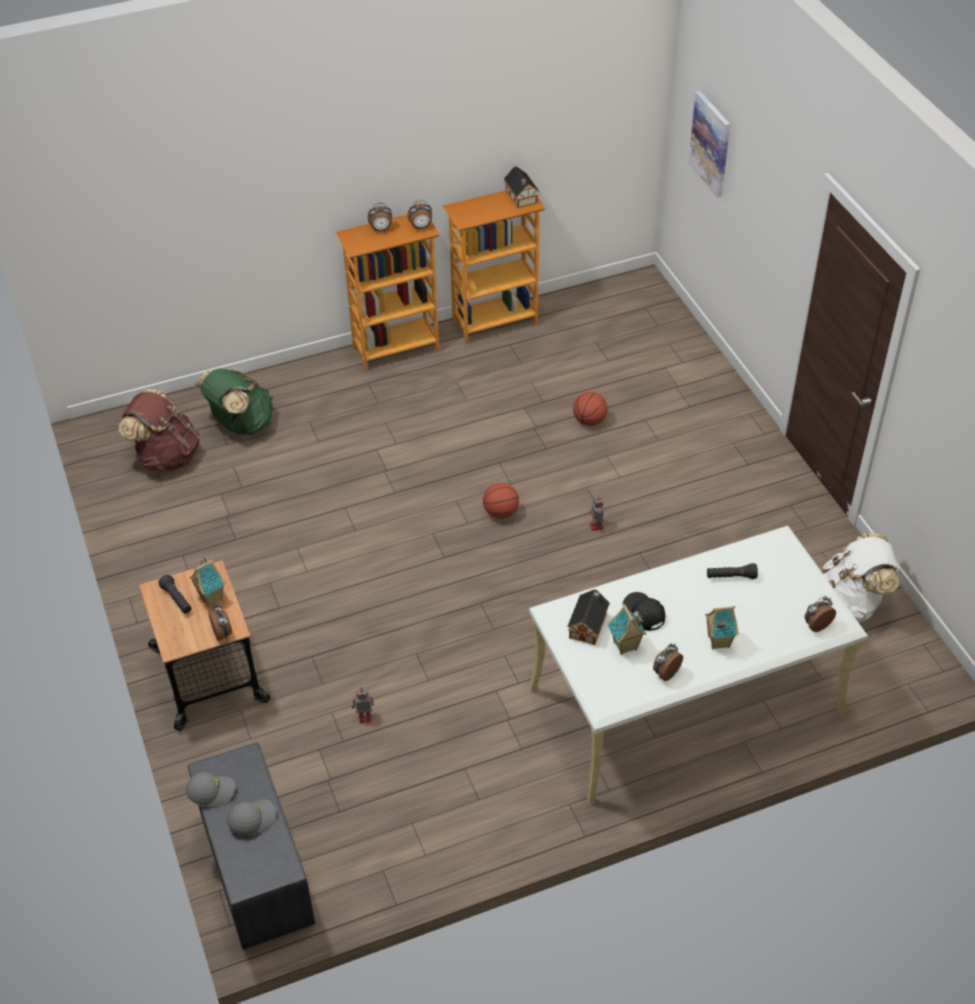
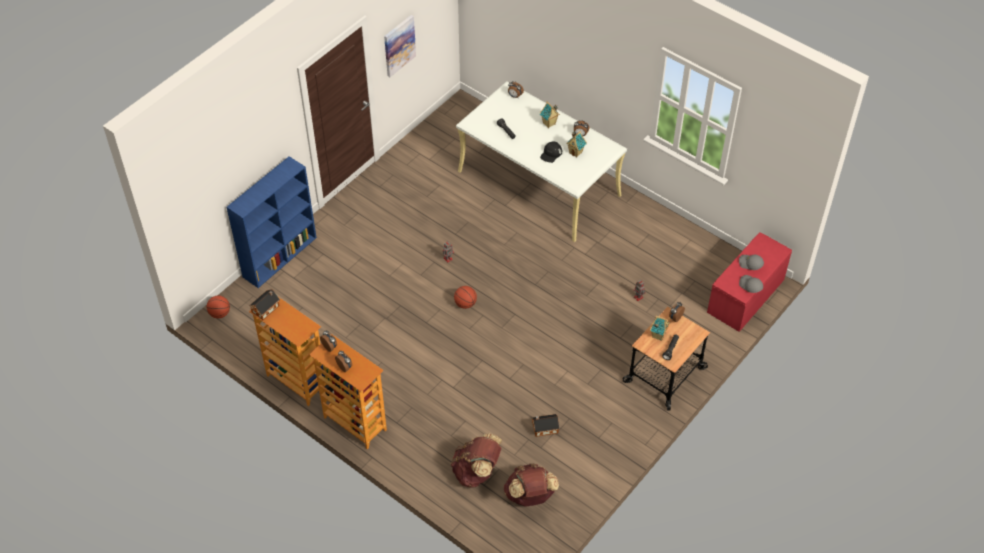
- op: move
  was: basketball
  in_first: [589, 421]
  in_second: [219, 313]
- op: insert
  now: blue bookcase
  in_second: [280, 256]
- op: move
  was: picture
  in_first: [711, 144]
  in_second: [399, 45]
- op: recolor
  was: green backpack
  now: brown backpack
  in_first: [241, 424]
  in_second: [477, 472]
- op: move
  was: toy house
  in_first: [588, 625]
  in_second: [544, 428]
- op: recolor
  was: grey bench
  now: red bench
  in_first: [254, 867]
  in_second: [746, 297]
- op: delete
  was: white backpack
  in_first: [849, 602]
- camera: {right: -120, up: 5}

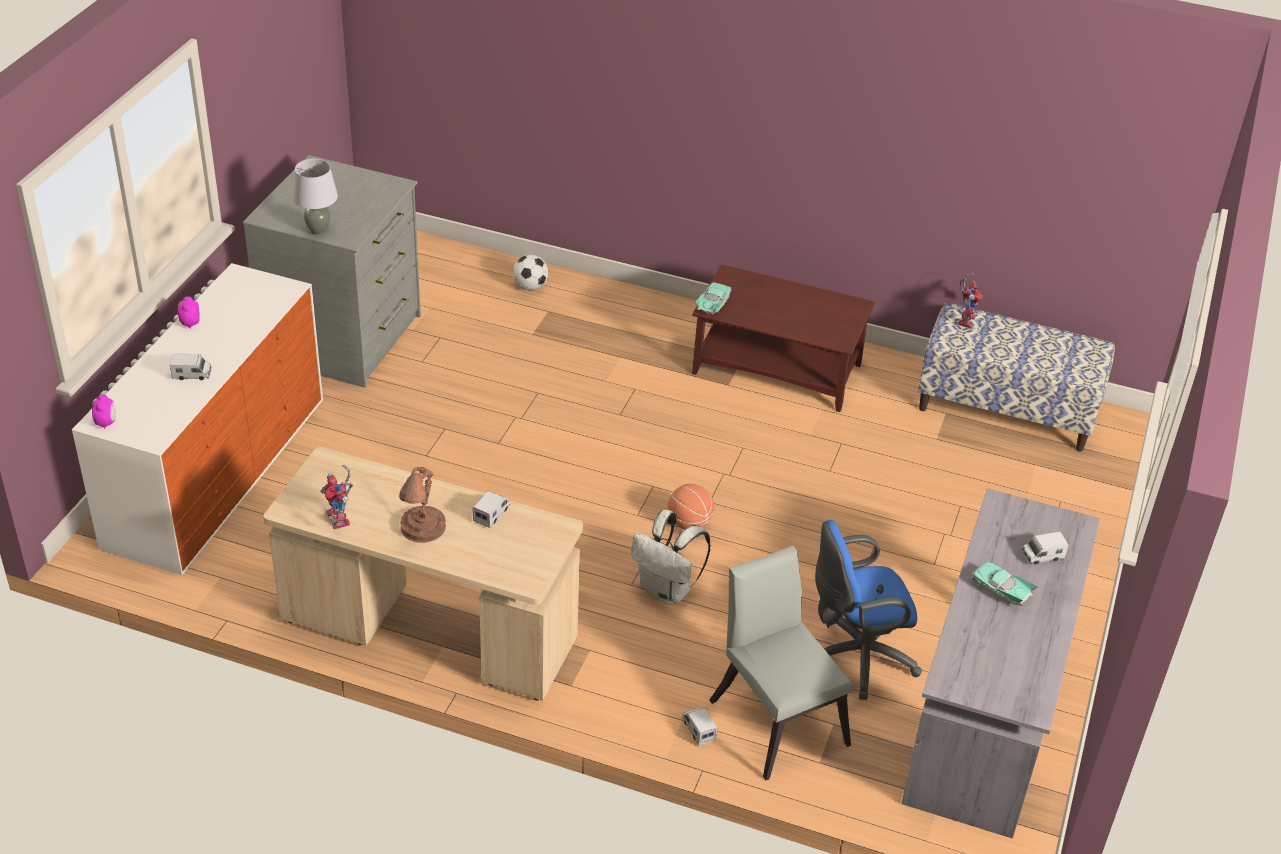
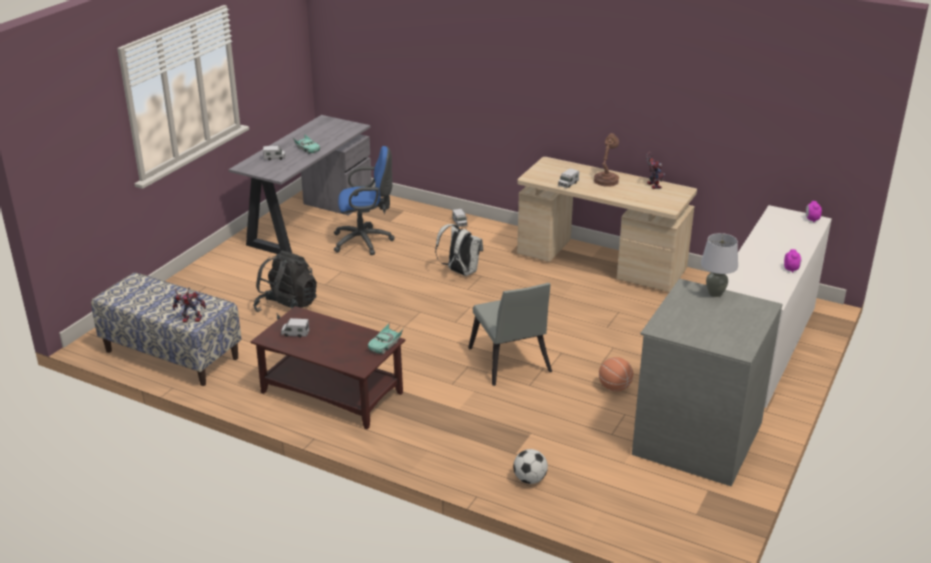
- op: rotate
  was: toy robot
  in_first: [965, 319]
  in_second: [190, 320]
  clockwise: 60
- op: insert
  now: black backpack
  in_second: [287, 308]
- op: move
  was: toy truck
  in_first: [192, 374]
  in_second: [295, 333]
- op: move
  was: grey chair
  in_first: [776, 715]
  in_second: [510, 364]
- op: move
  was: basketball
  in_first: [689, 523]
  in_second: [614, 387]
- camera: {right: -170, up: -10}

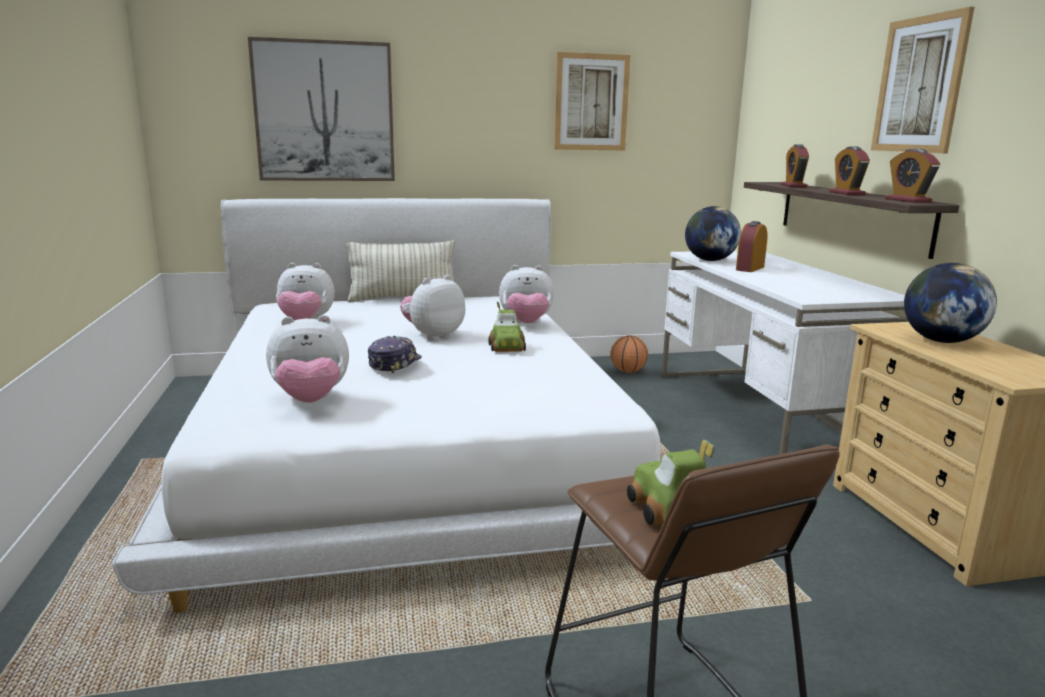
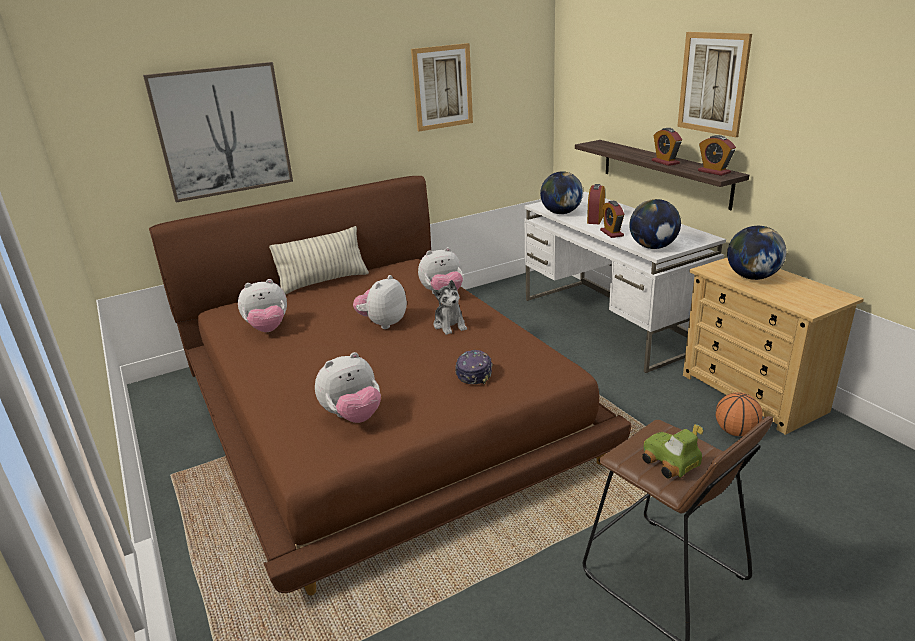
- op: recolor
  was: white bed
  now: brown bed
  in_first: [410, 444]
  in_second: [378, 408]
- op: replace
  was: toy car
  now: plush toy
  in_first: [508, 348]
  in_second: [450, 325]
- op: move
  was: cap
  in_first: [394, 363]
  in_second: [474, 373]
- op: move
  was: alarm clock
  in_first: [793, 186]
  in_second: [611, 233]
- op: insert
  now: globe
  in_second: [653, 247]
- op: move
  was: basketball
  in_first: [628, 371]
  in_second: [735, 432]
- camera: {right: -15, up: 10}

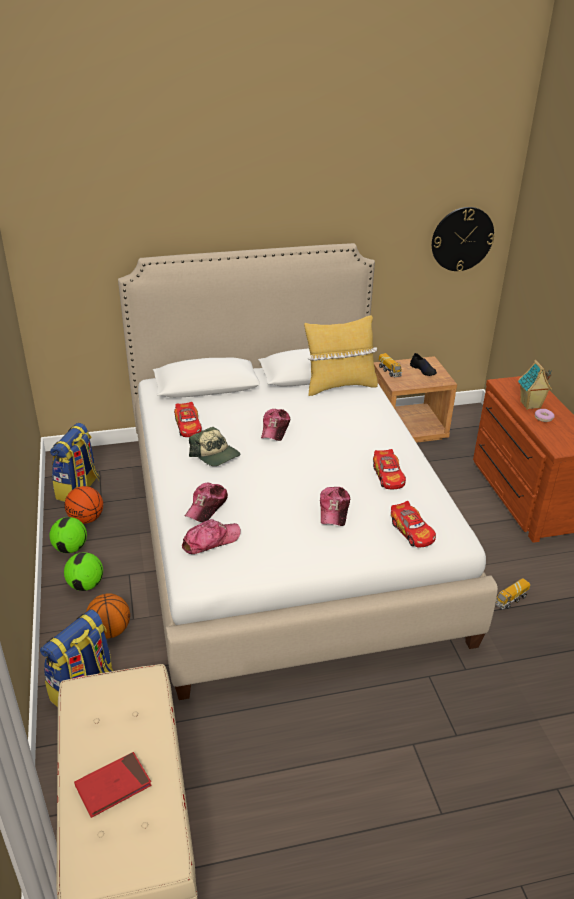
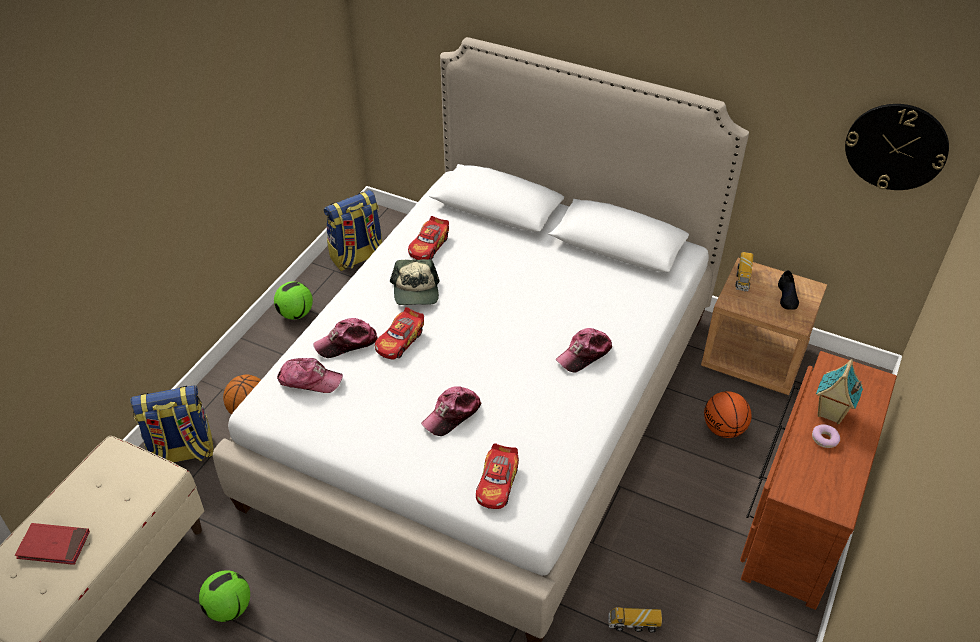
- op: move
  was: football
  in_first: [86, 585]
  in_second: [229, 608]
- op: move
  was: toy car
  in_first: [388, 476]
  in_second: [400, 341]
- op: move
  was: cap
  in_first: [275, 429]
  in_second: [584, 354]
- op: move
  was: basketball
  in_first: [86, 519]
  in_second: [724, 429]
- op: delete
  was: yellow pillow
  in_first: [339, 386]
- camera: {right: 40, up: 10}

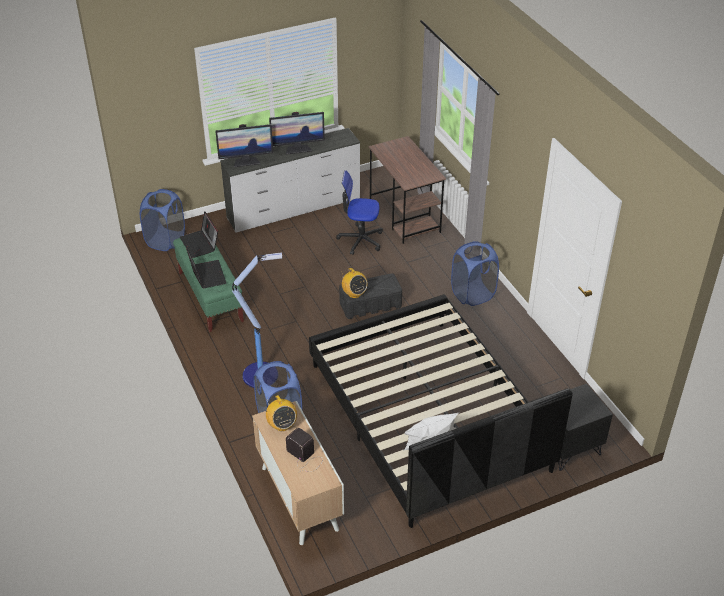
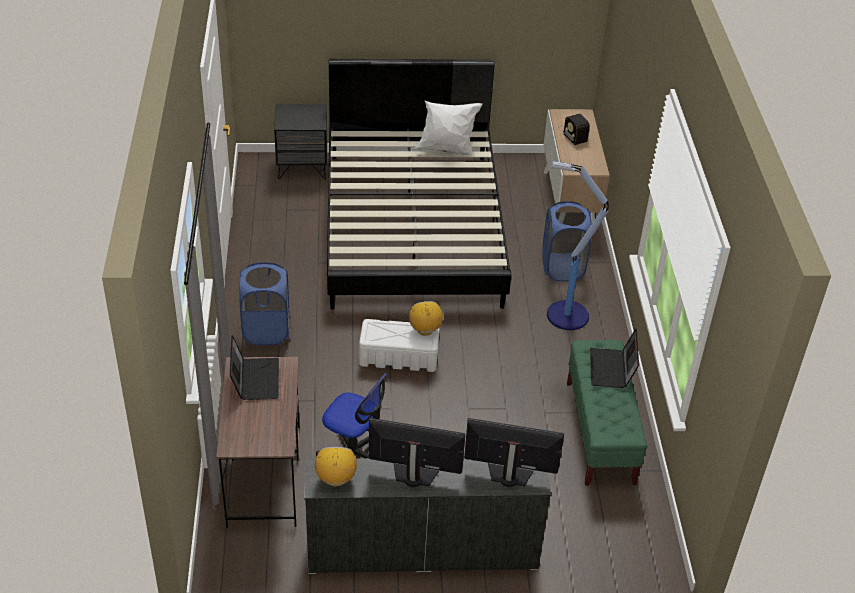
- op: move
  was: laptop
  in_first: [200, 244]
  in_second: [255, 379]
- op: move
  was: radio
  in_first: [282, 425]
  in_second: [336, 479]
- op: recolor
  was: black storage box
  now: white storage box
  in_first: [371, 304]
  in_second: [398, 356]
- op: delete
  was: blue laundry basket
  in_first: [165, 240]
- camera: {right: -160, up: 0}

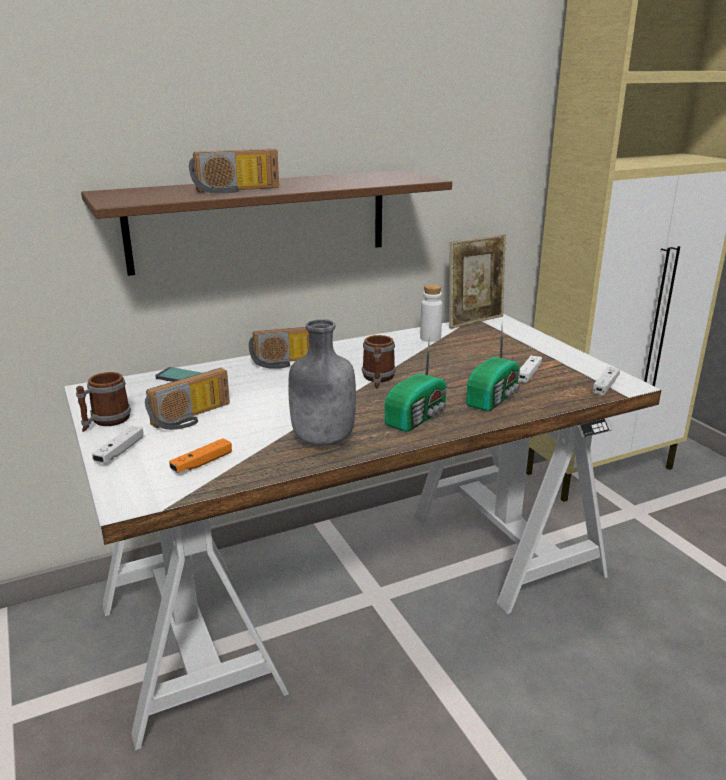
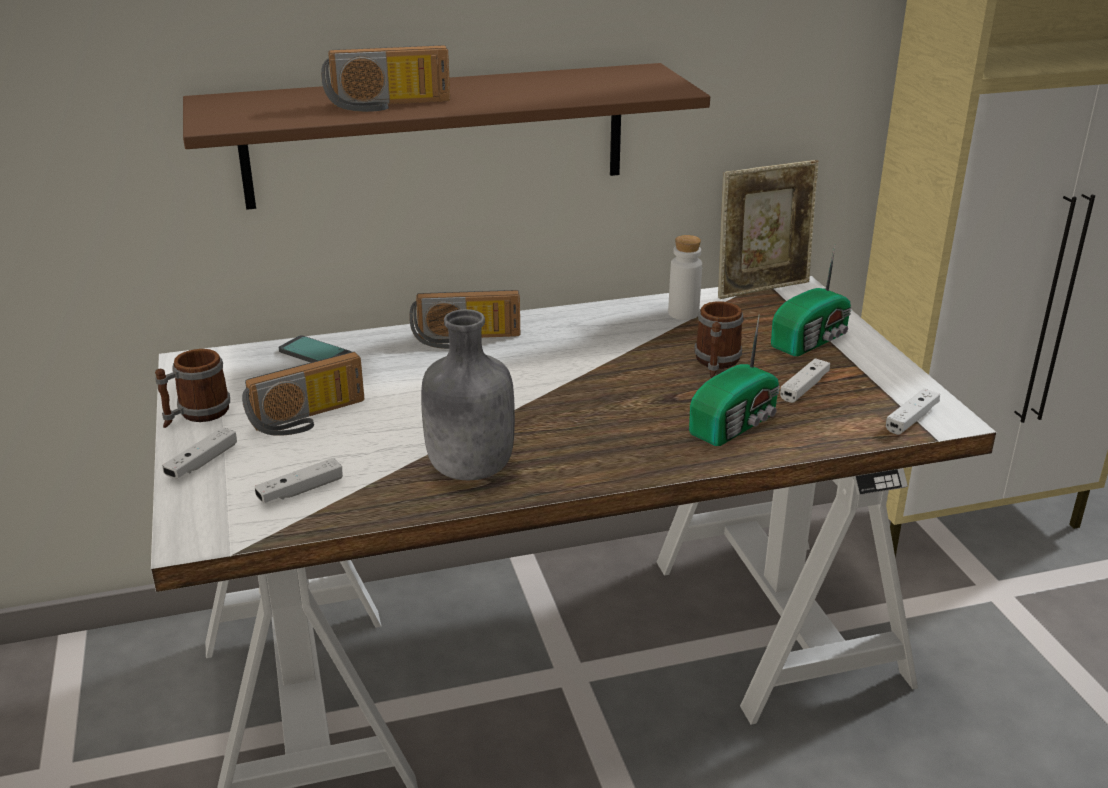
- op: recolor
  was: orange game controller
  now: white game controller
  in_first: [202, 463]
  in_second: [300, 490]
- op: move
  was: mug
  in_first: [378, 379]
  in_second: [716, 363]
- op: move
  was: radio
  in_first: [418, 417]
  in_second: [812, 340]
- camera: {right: 10, up: 5}

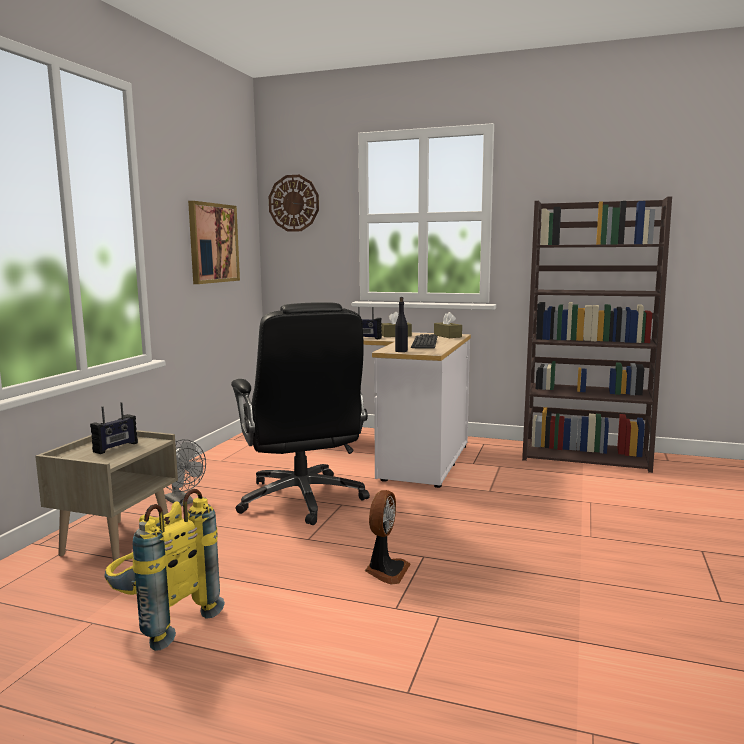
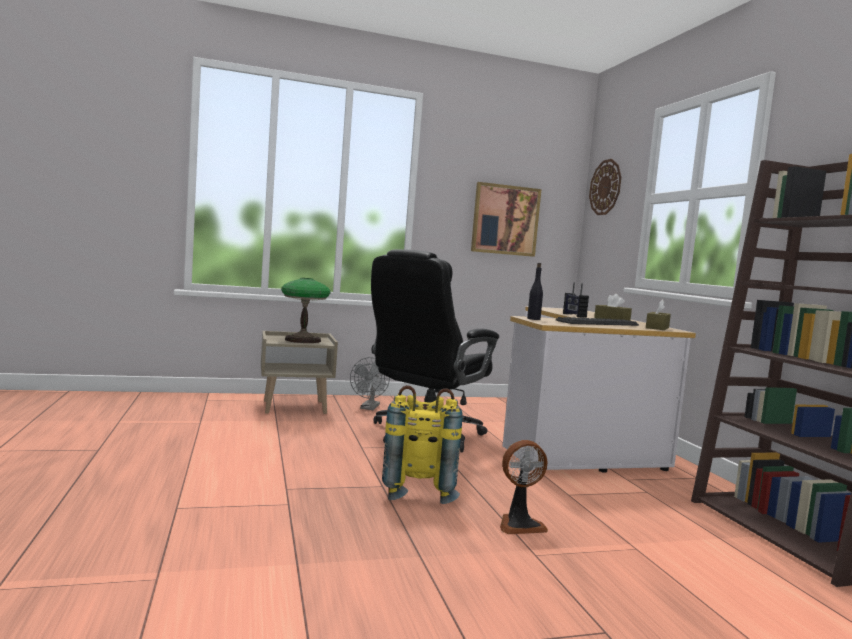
- op: replace
  was: radio
  now: table lamp
  in_first: [116, 447]
  in_second: [303, 340]
- op: move
  was: yellow backpack
  in_first: [161, 620]
  in_second: [417, 490]
- op: move
  was: fan
  in_first: [386, 570]
  in_second: [519, 524]
- camera: {right: 55, up: -5}

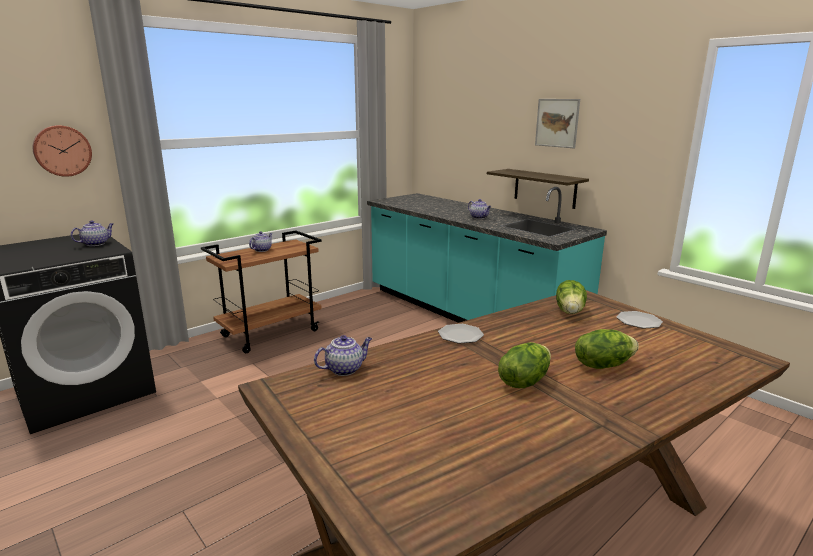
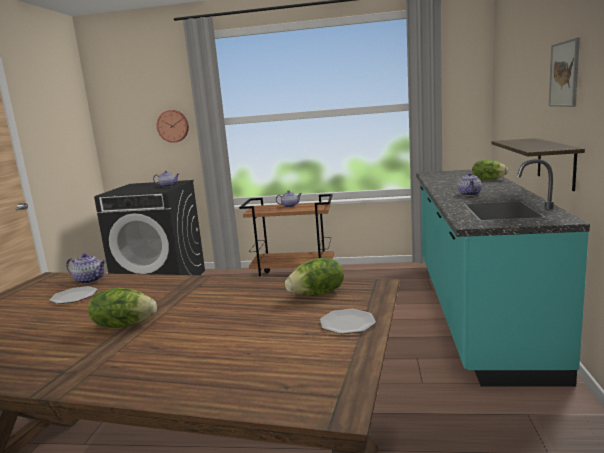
- op: move
  was: plate
  in_first: [460, 335]
  in_second: [74, 297]
- op: move
  was: lettuce
  in_first: [602, 365]
  in_second: [488, 179]
- camera: {right: 50, up: -5}

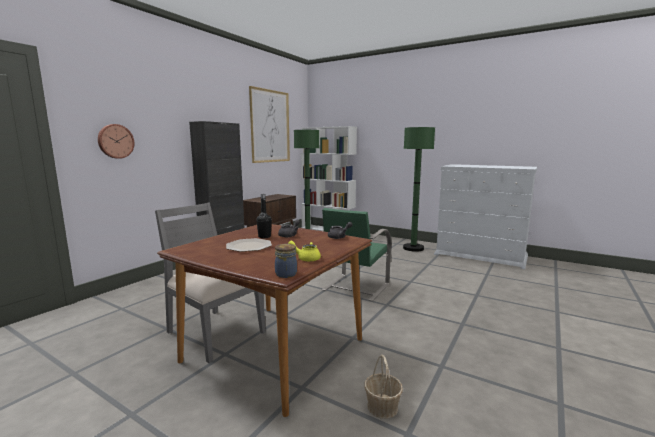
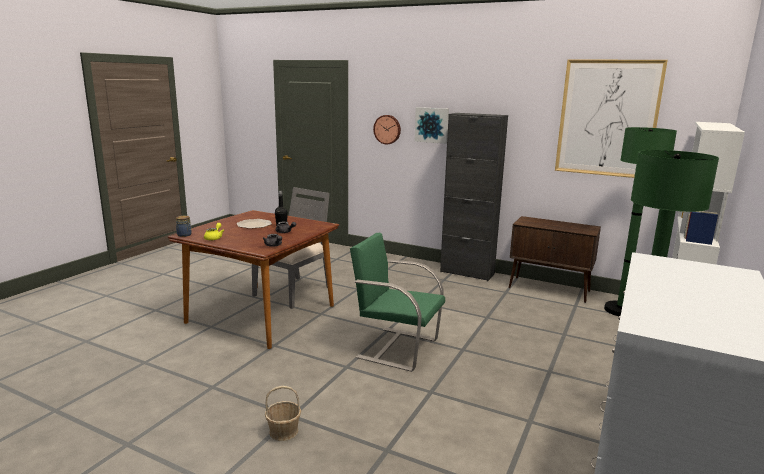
- op: move
  was: basket
  in_first: [382, 407]
  in_second: [284, 431]
- op: insert
  now: picture
  in_second: [432, 125]
- camera: {right: 85, up: 5}

